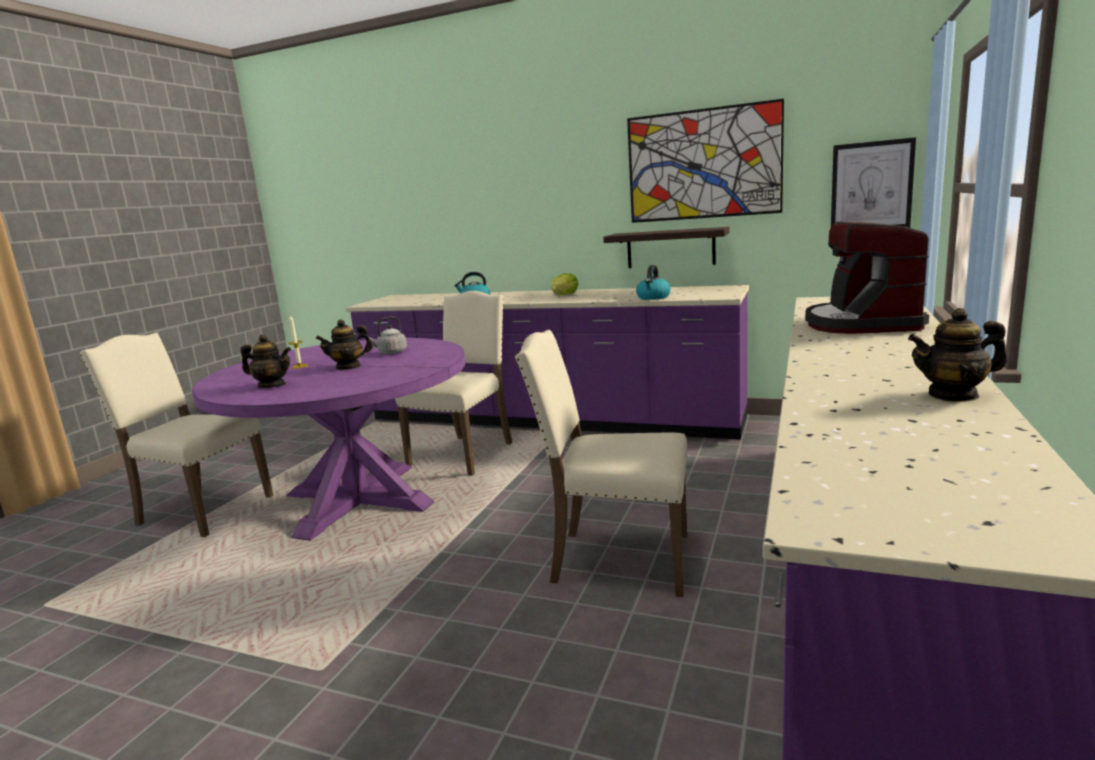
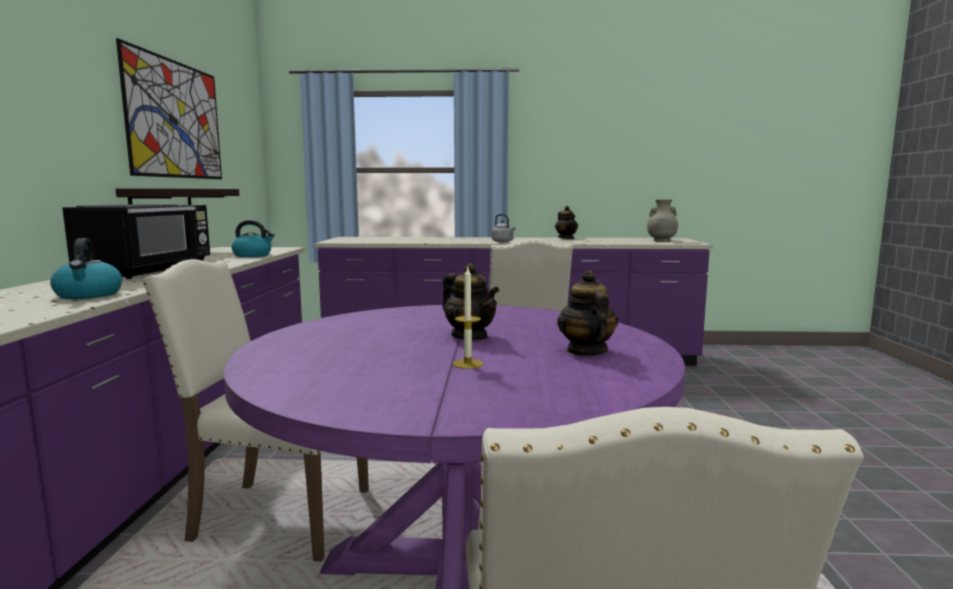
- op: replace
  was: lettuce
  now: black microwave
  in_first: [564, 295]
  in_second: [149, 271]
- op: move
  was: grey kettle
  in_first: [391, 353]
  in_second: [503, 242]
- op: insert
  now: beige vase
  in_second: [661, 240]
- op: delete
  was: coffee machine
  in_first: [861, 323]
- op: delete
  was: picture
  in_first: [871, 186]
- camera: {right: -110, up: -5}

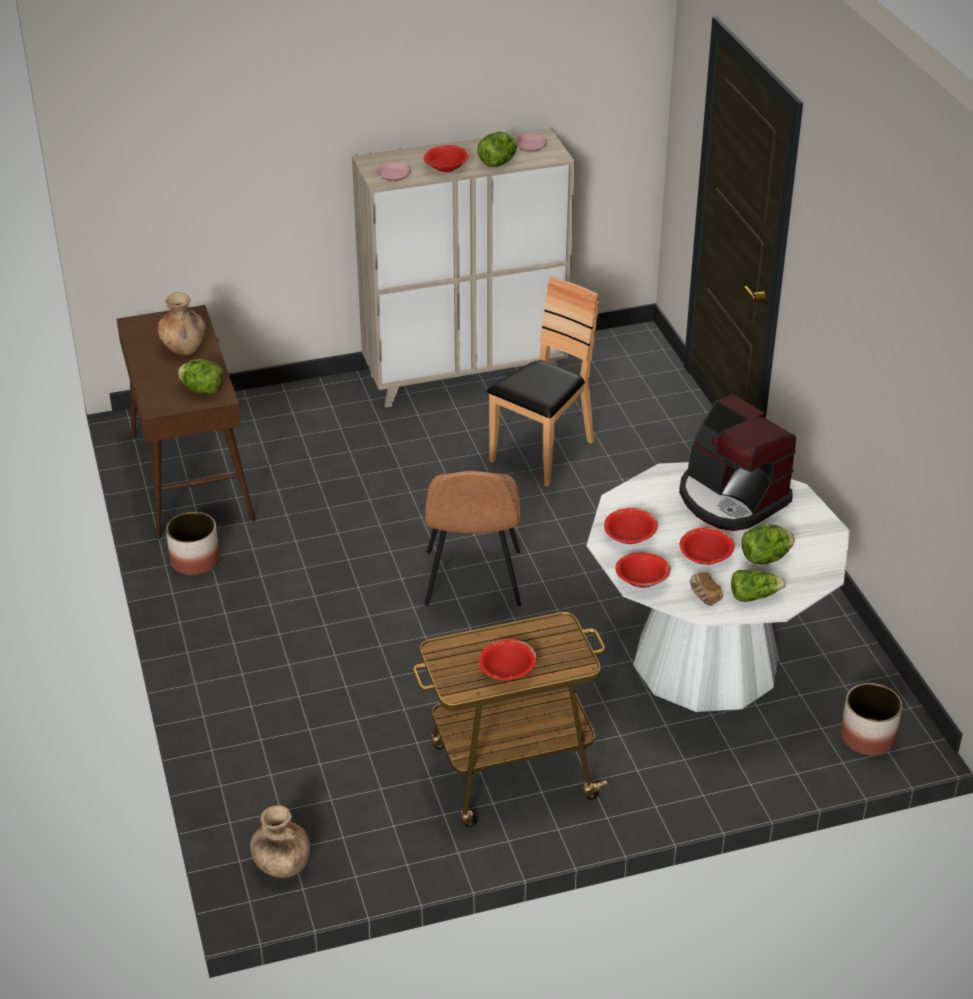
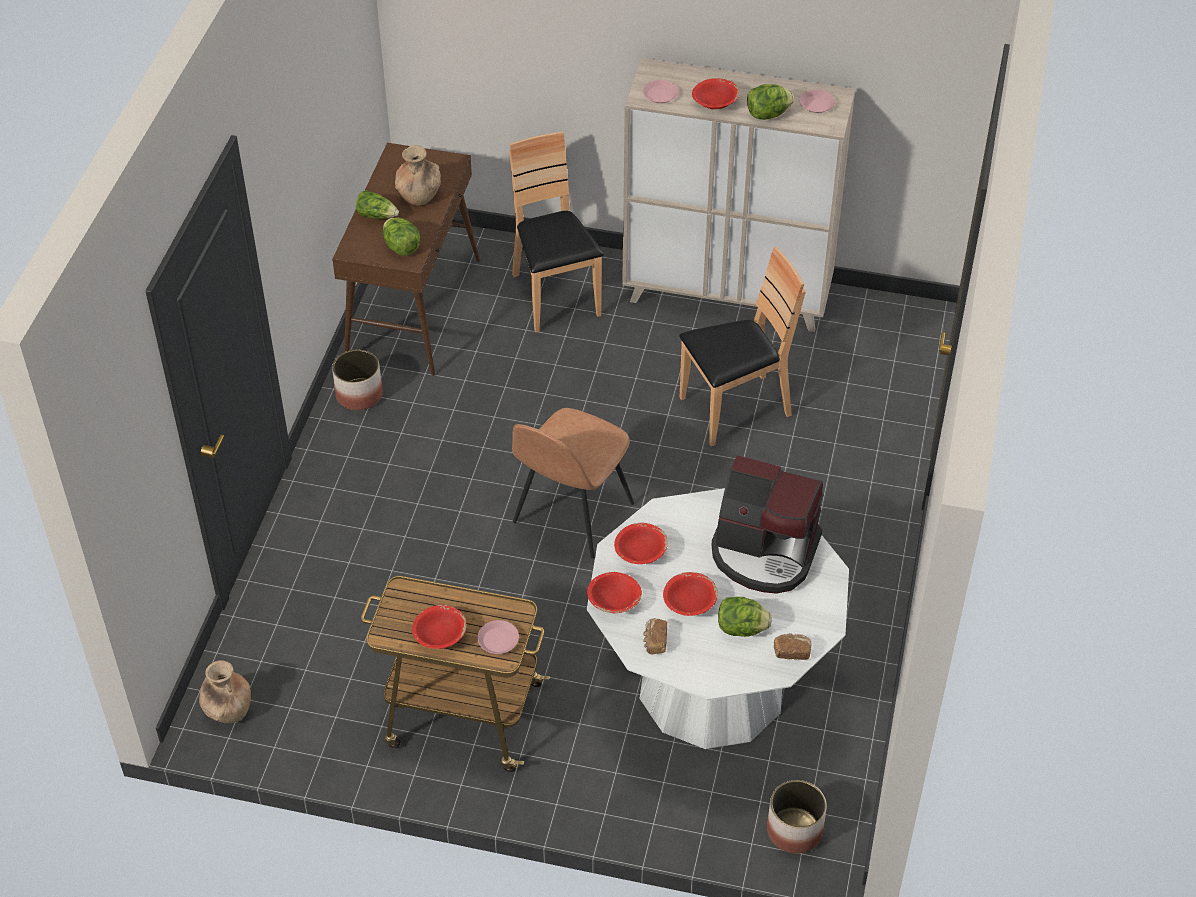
- op: move
  was: lettuce
  in_first: [754, 596]
  in_second: [377, 215]
- op: insert
  now: pink plate
  in_second: [498, 640]
- op: insert
  now: brown chair
  in_second: [554, 296]
- op: rotate
  was: coffee machine
  in_first: [731, 498]
  in_second: [764, 553]
  clockwise: -60
- op: insert
  now: bread
  in_second: [791, 652]
- camera: {right: 30, up: 10}

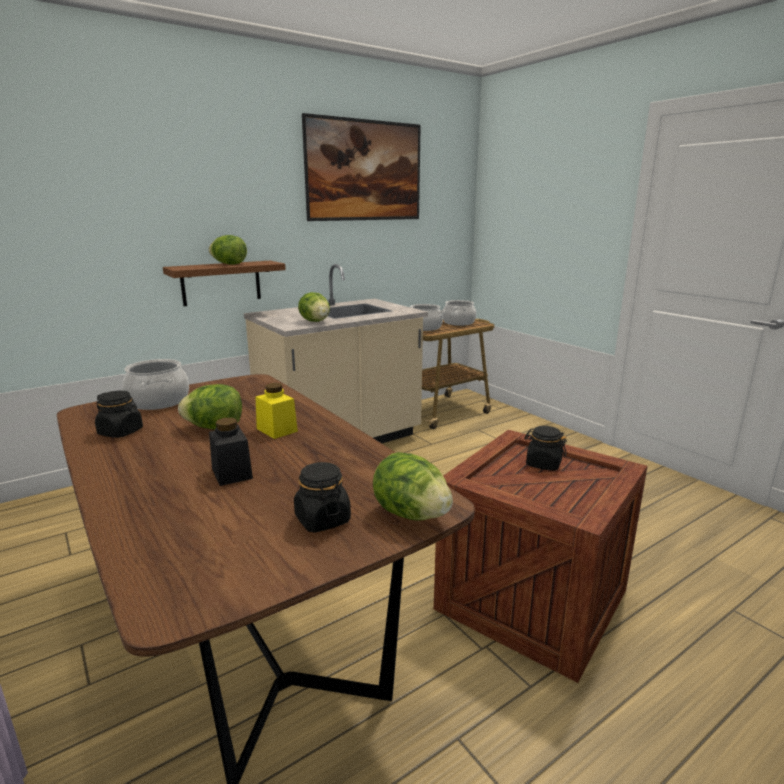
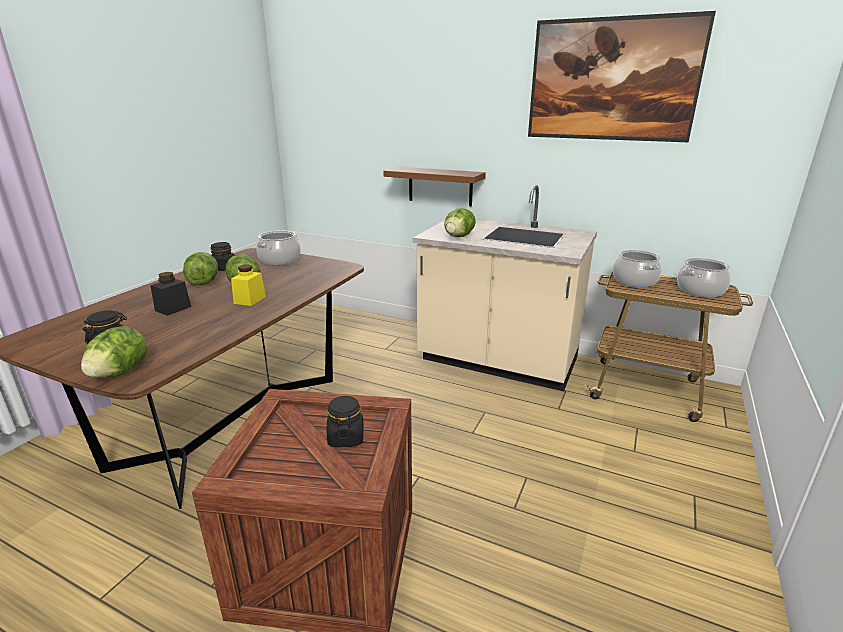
- op: move
  was: lettuce
  in_first: [229, 264]
  in_second: [204, 282]
- camera: {right: 60, up: 5}

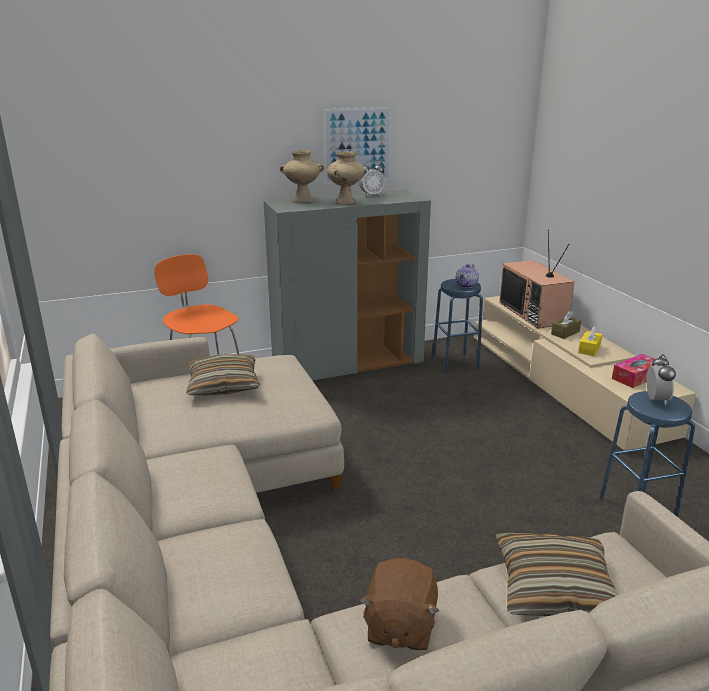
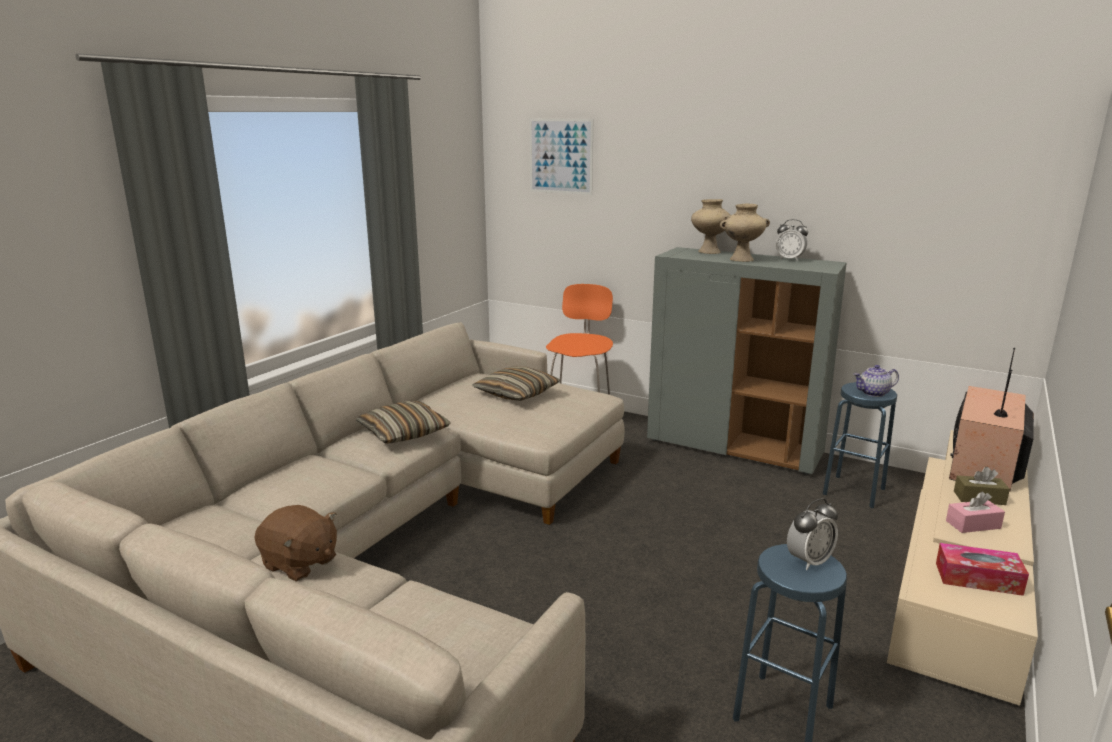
- op: rotate
  was: brown plush toy
  in_first: [399, 626]
  in_second: [300, 564]
  clockwise: -120
- op: move
  was: pillow
  in_first: [554, 588]
  in_second: [403, 432]
- op: move
  was: picture
  in_first: [357, 145]
  in_second: [560, 156]
- op: recolor
  was: yellow tissue box
  now: pink tissue box
  in_first: [589, 349]
  in_second: [973, 524]
- camera: {right: 50, up: -5}

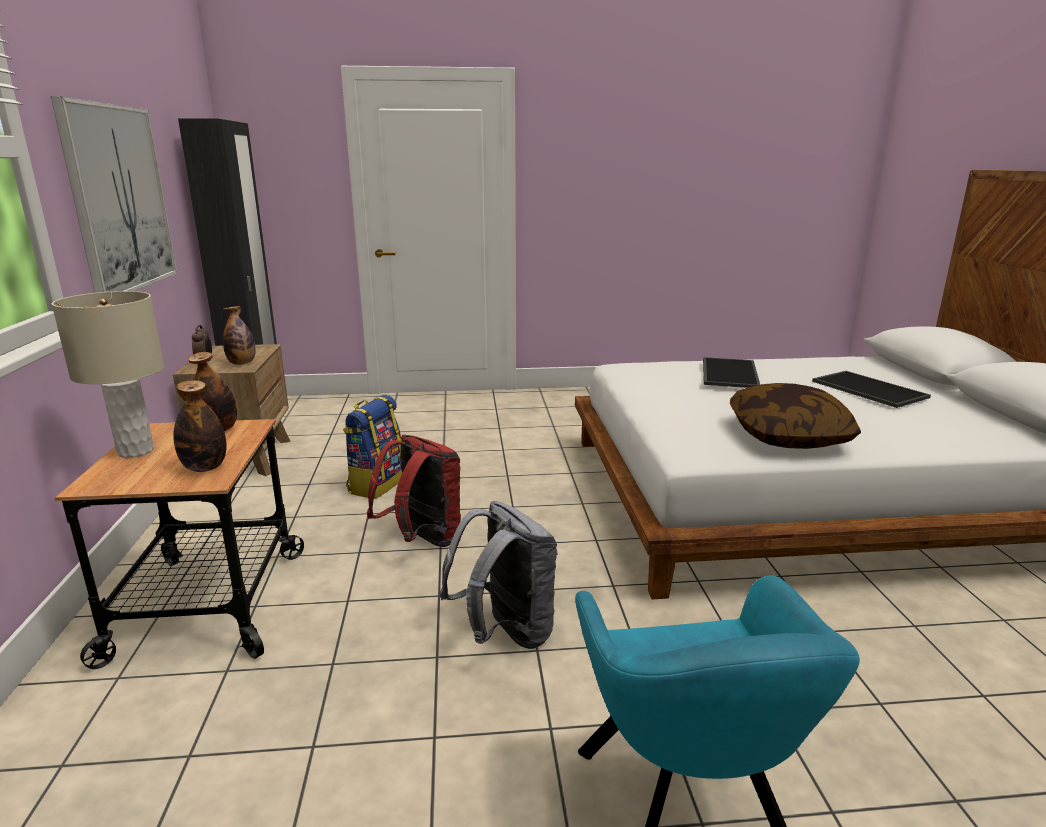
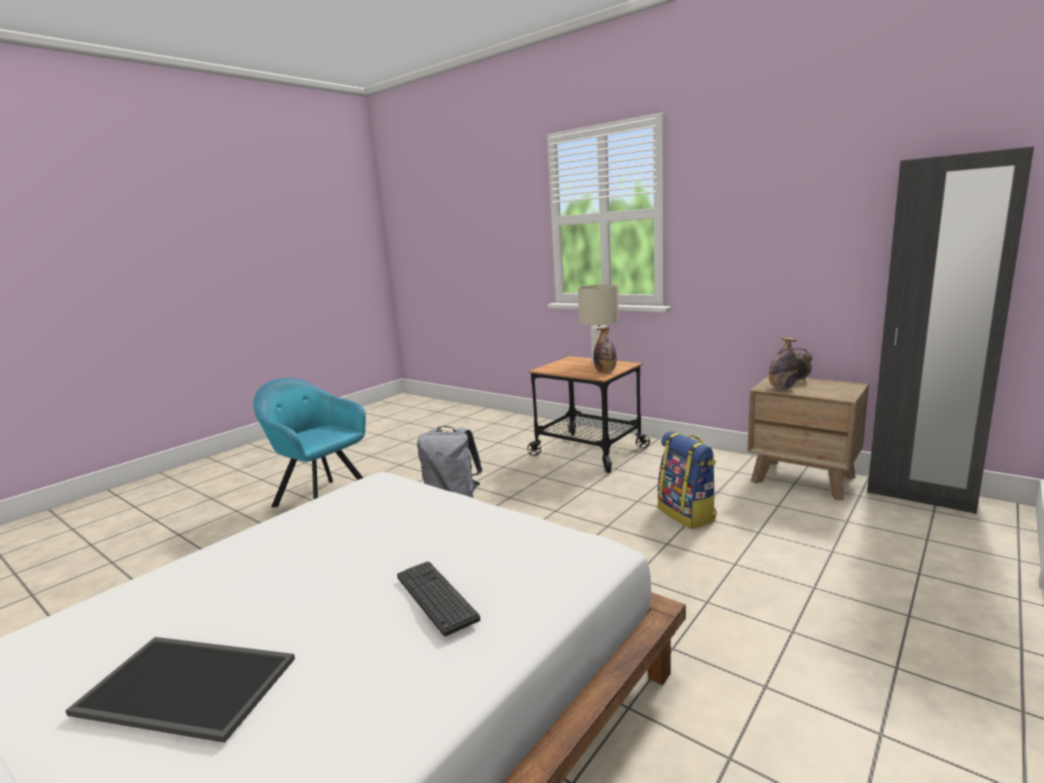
- op: replace
  was: tray
  now: keyboard
  in_first: [728, 373]
  in_second: [436, 597]
- op: delete
  was: picture
  in_first: [120, 199]
- op: delete
  was: bottle
  in_first: [205, 467]
- op: delete
  was: red backpack
  in_first: [422, 540]
- op: delete
  was: pillow
  in_first: [788, 436]
- camera: {right: 135, up: -5}

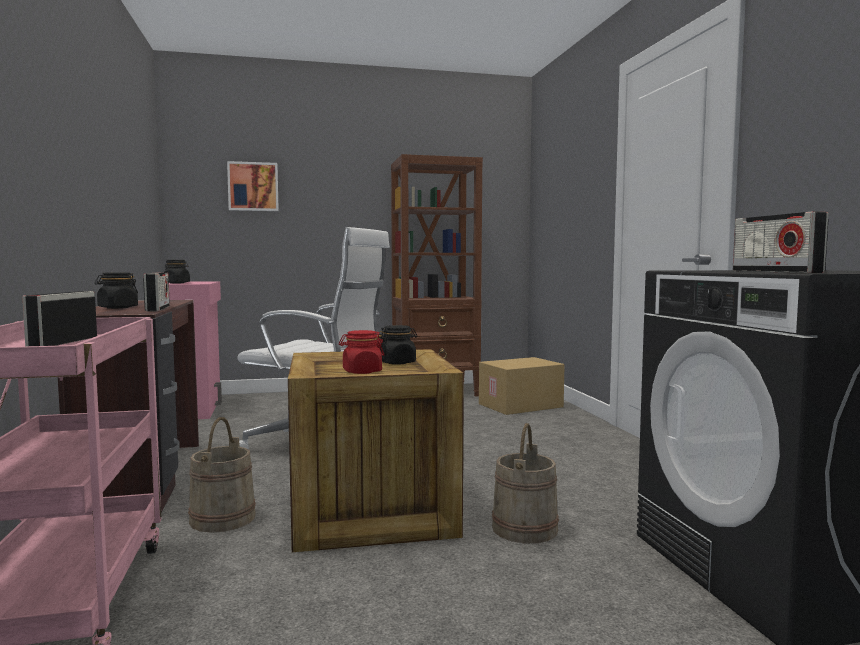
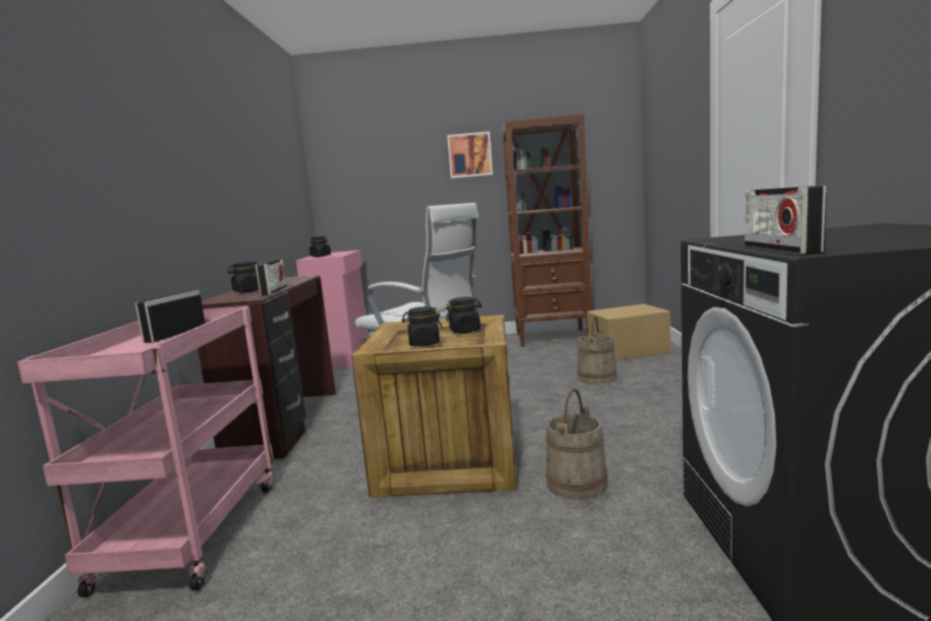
- op: recolor
  was: red jar
  now: black jar
  in_first: [362, 372]
  in_second: [424, 343]
- op: move
  was: picture
  in_first: [253, 187]
  in_second: [470, 155]
- op: move
  was: beige bucket
  in_first: [222, 518]
  in_second: [596, 377]
- camera: {right: 15, up: 5}

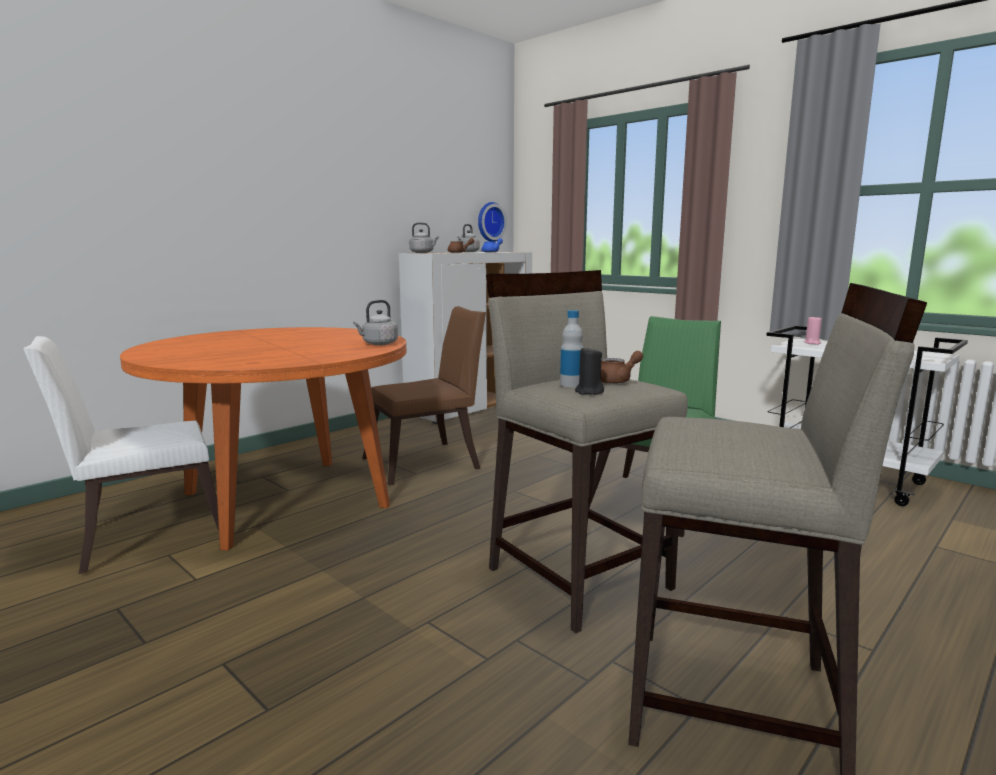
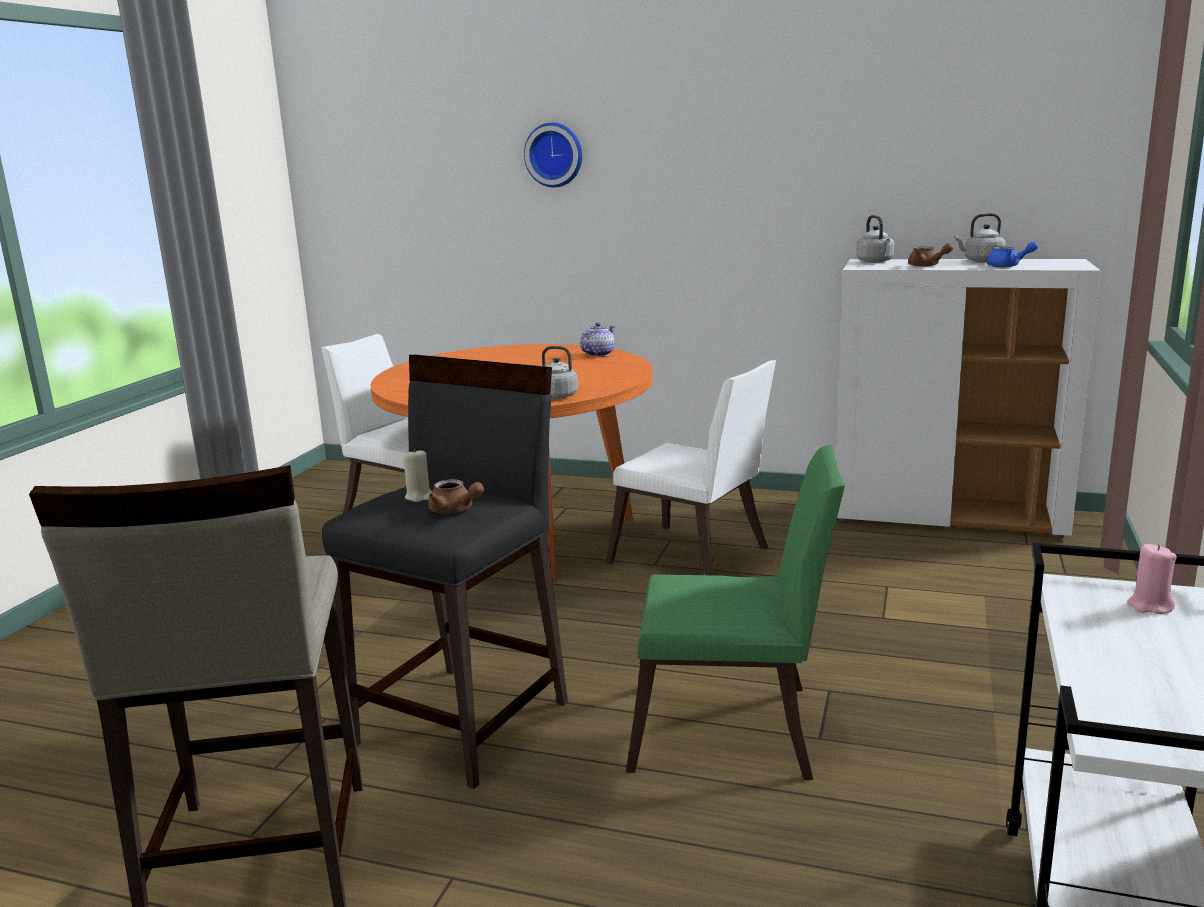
- op: recolor
  was: beige stool
  now: black stool
  in_first: [578, 577]
  in_second: [464, 722]
- op: replace
  was: bottle
  now: beige candle
  in_first: [571, 384]
  in_second: [419, 497]
- op: move
  was: wall clock
  in_first: [489, 222]
  in_second: [555, 155]
- op: insert
  now: teapot
  in_second: [598, 354]
- op: recolor
  was: brown chair
  now: white chair
  in_first: [428, 463]
  in_second: [695, 560]
- op: delete
  was: black candle
  in_first: [589, 392]
- camera: {right: 65, up: 5}

